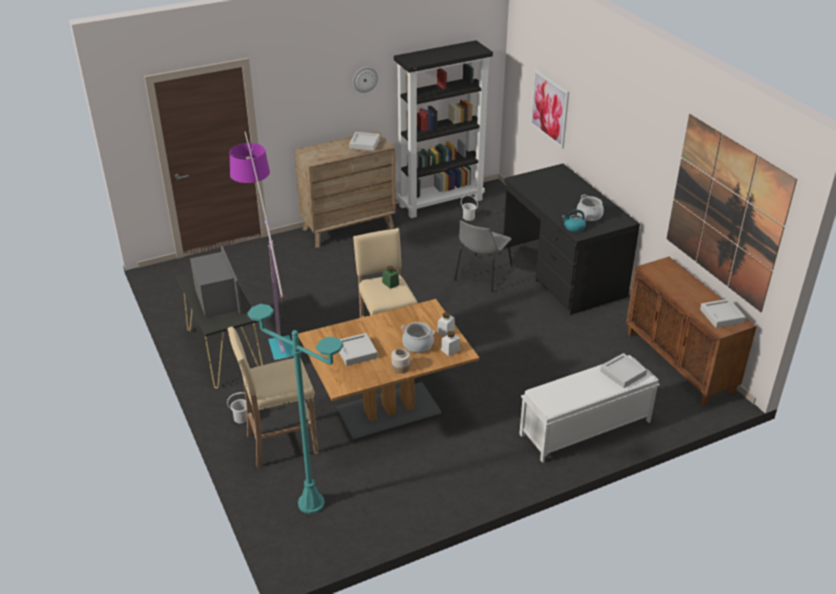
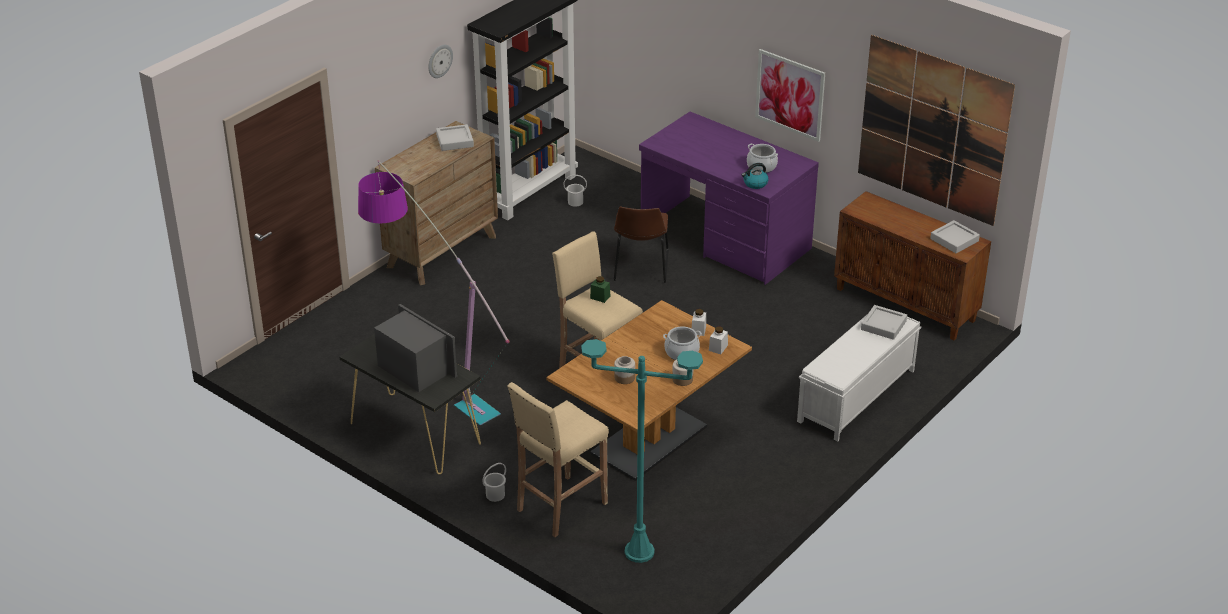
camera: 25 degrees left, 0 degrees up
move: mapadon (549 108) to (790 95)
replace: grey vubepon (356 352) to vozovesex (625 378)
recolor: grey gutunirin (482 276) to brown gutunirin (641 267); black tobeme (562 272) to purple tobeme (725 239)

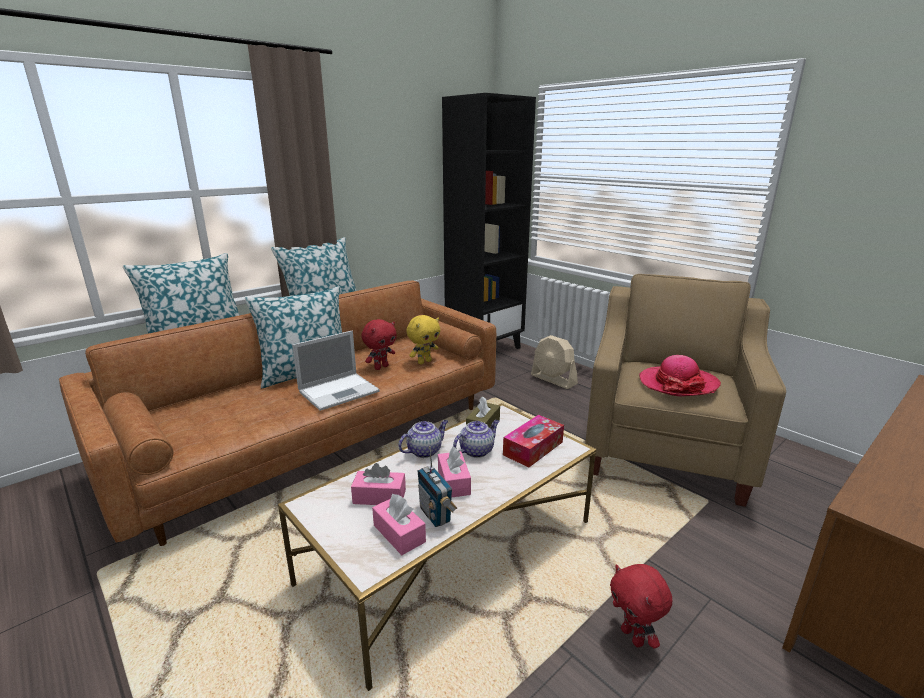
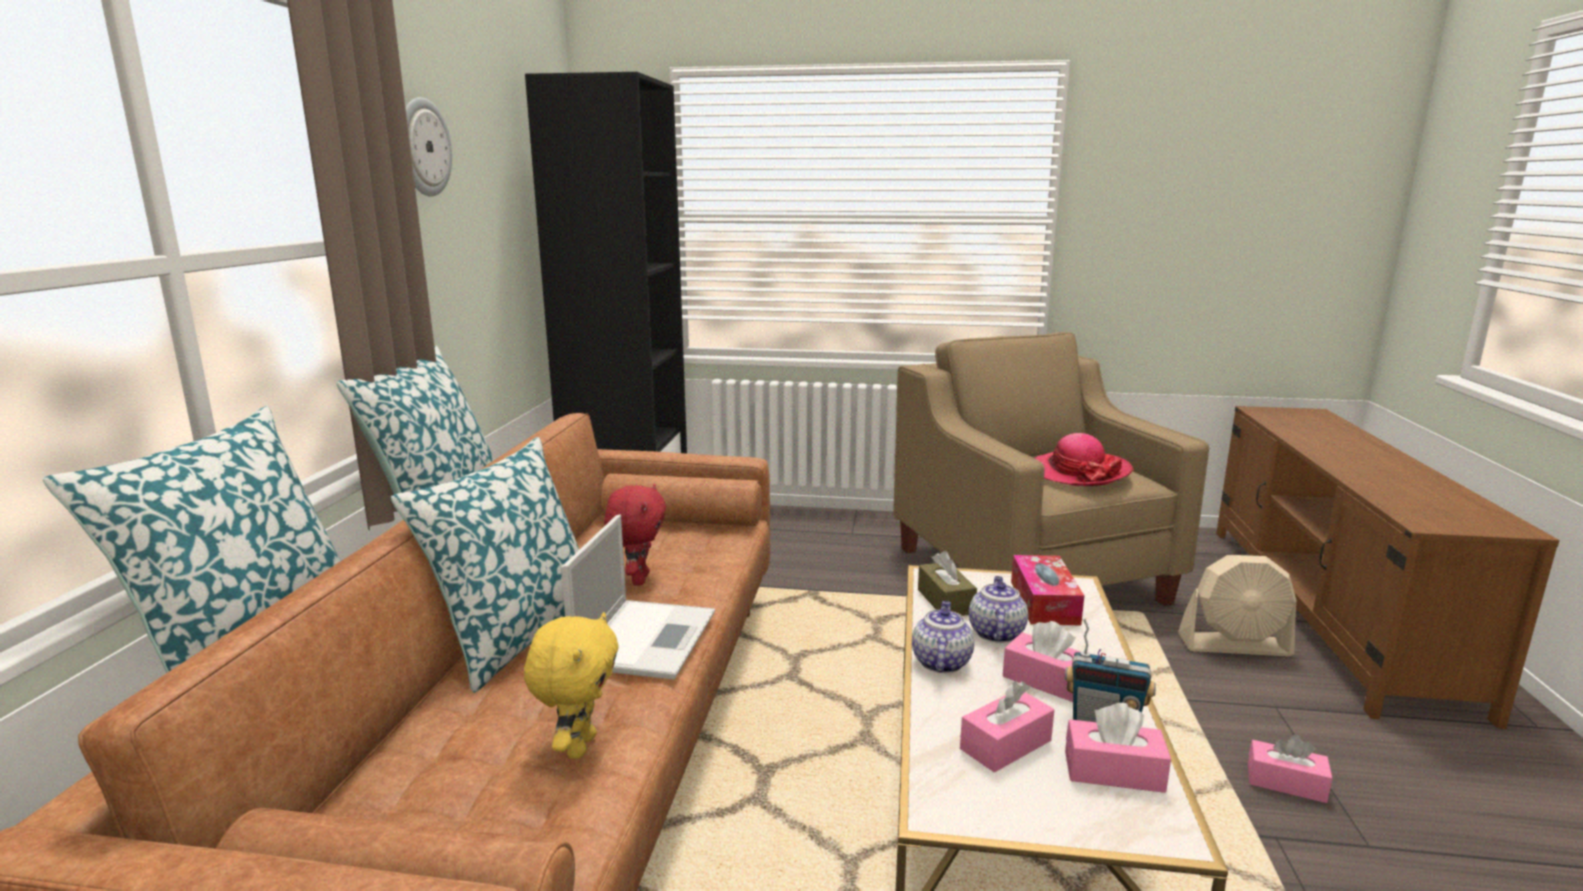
camera: 40 degrees left, 5 degrees down
insert: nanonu (423 147)
move: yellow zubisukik (424 362) to (579 746); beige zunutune (553 380) to (1235 645)
replace: red zubisukik (633 637) to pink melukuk (1286 783)

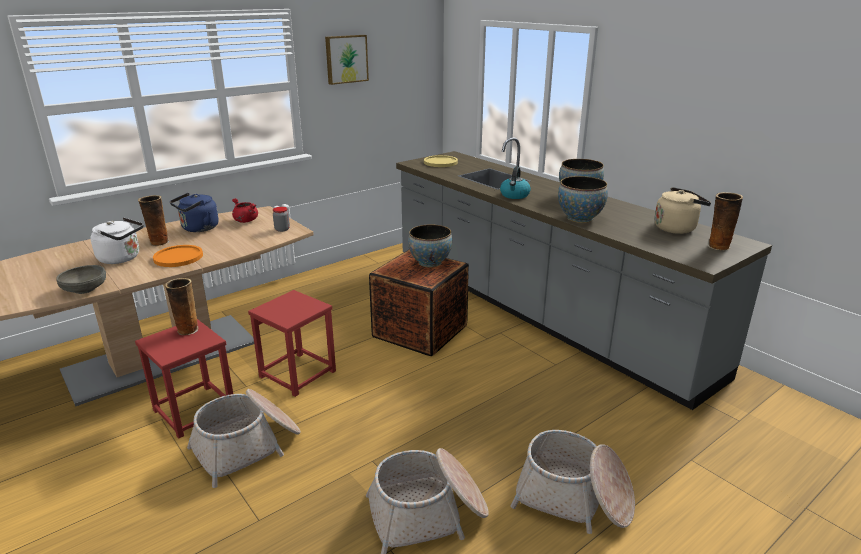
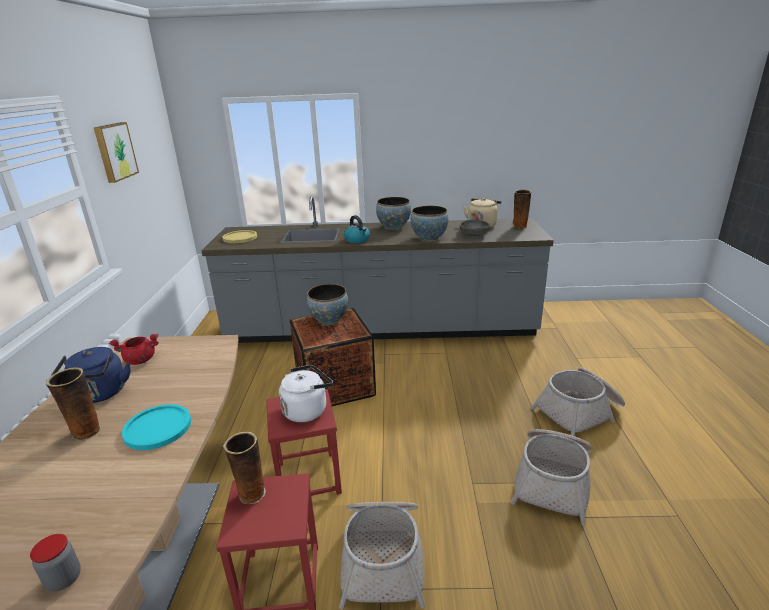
camera: 50 degrees left, 0 degrees up
move: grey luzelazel (85 289) to (474 235); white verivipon (122 258) to (307 410); vozovesex (282 229) to (64 579)
recolor: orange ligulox (178 257) to turquoise ligulox (158 428)

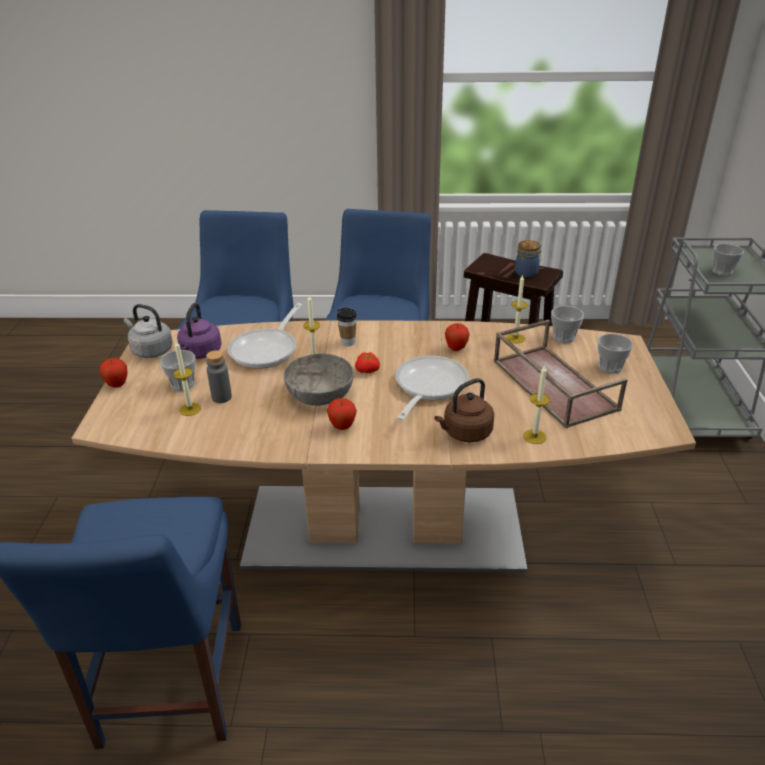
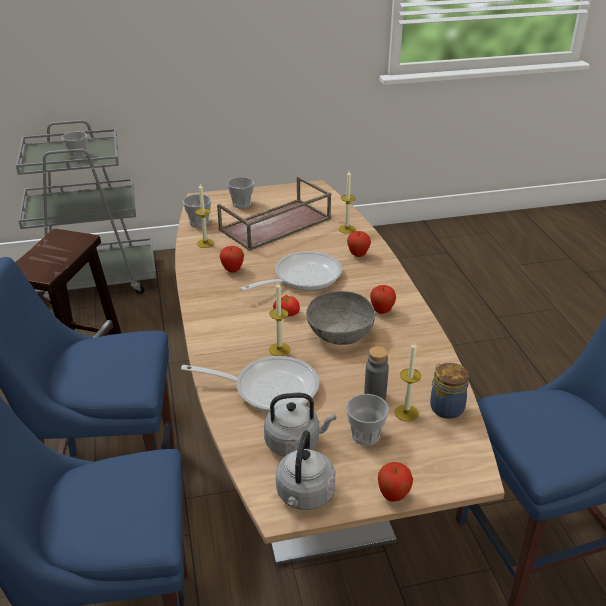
camera: 105 degrees left, 0 degrees up
delete: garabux (348 342)
move: vozovesex (527 273) to (445 407)
replace: brown verivipon (465 433) to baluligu (358 255)
recolor: purple verivipon (200 353) to grey verivipon (295 443)
rotate: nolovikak (428 387) = (302 277) 135 degrees clockwise

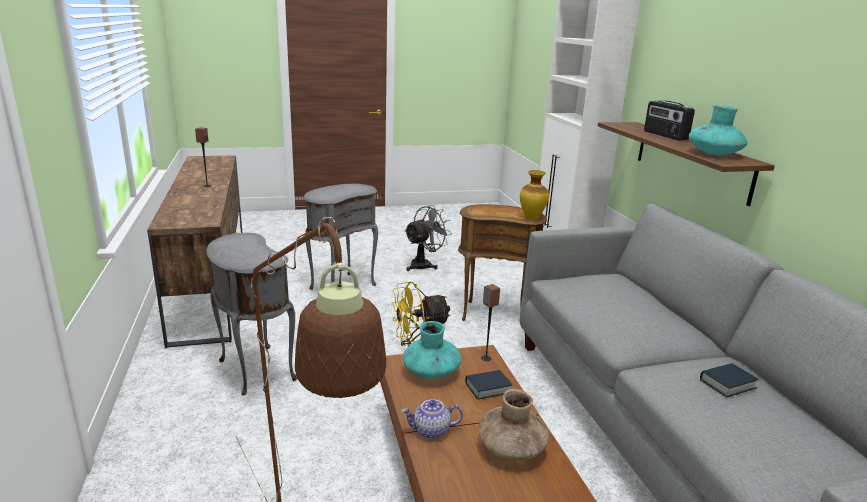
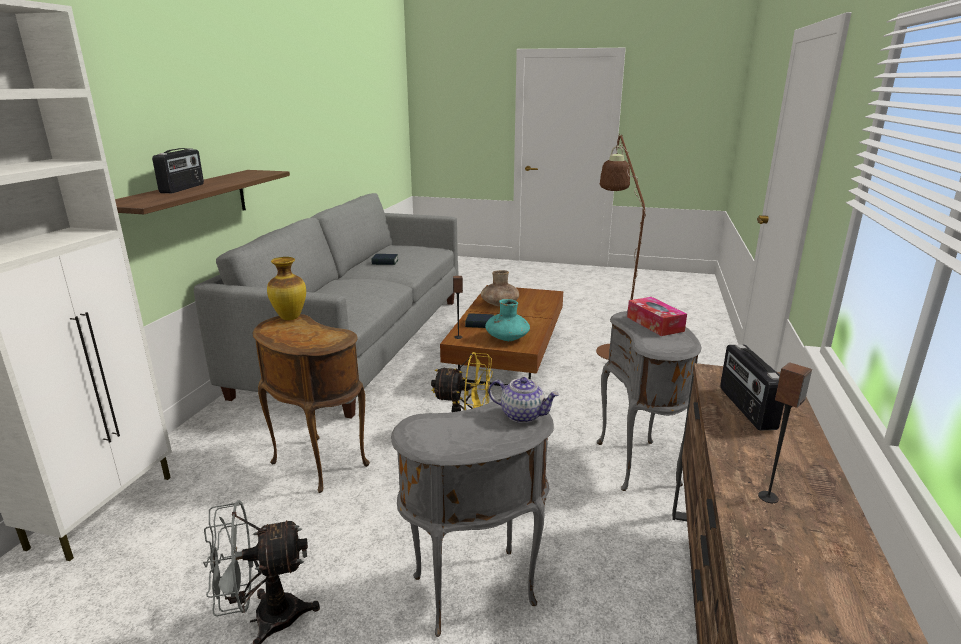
camera: 150 degrees left, 0 degrees up
delete: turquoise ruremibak (714 154)
insert: melukuk (655 324); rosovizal (745 408)
move: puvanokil (431 431) to (523 415)

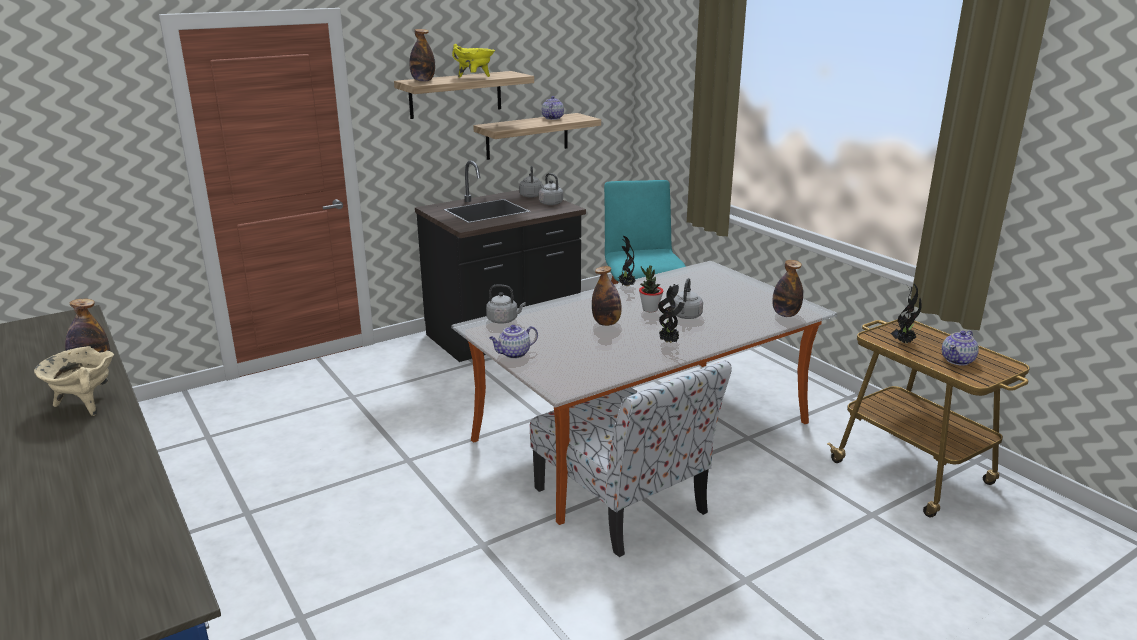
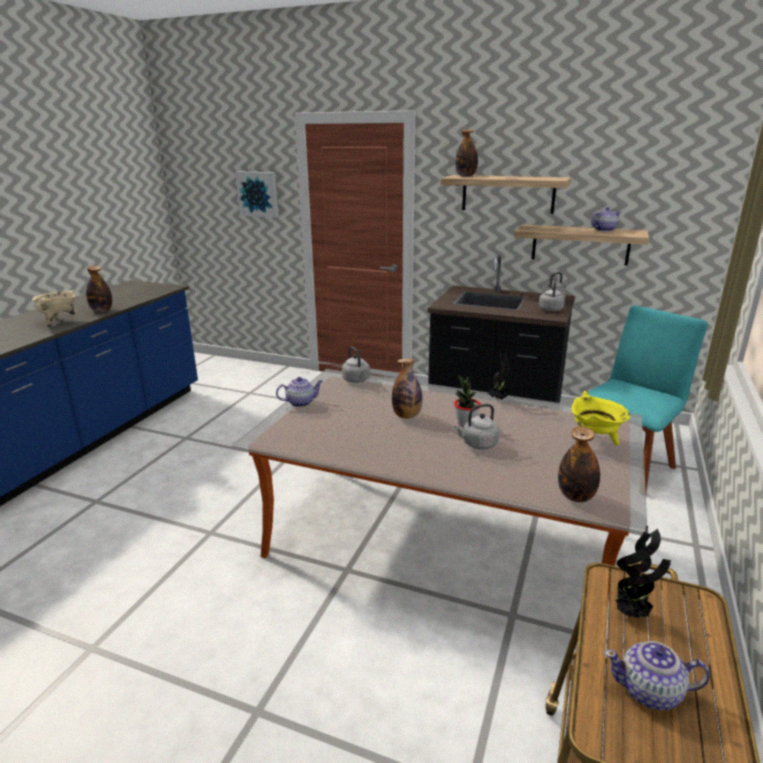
camera: 55 degrees right, 0 degrees up
delete: gutunirin (622 502); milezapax (669 342)
insert: mapadon (258 194)
move: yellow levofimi (474 78) to (594 441)
rotate: puvanokil (513 354) = (301 402) 135 degrees clockwise

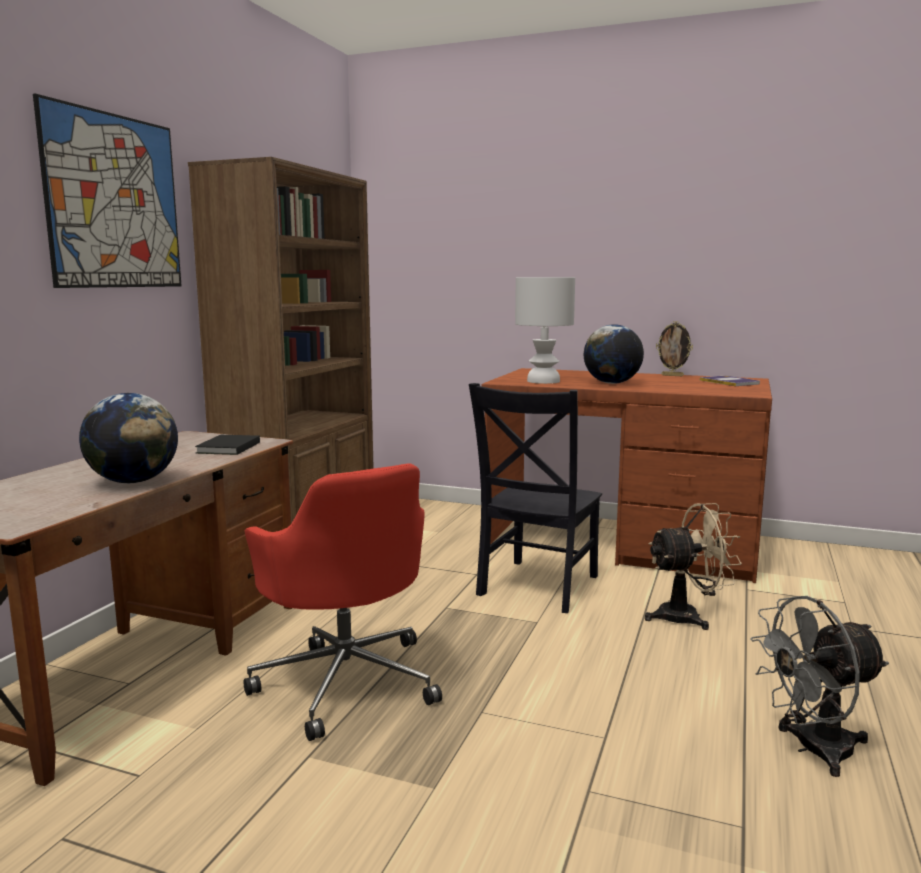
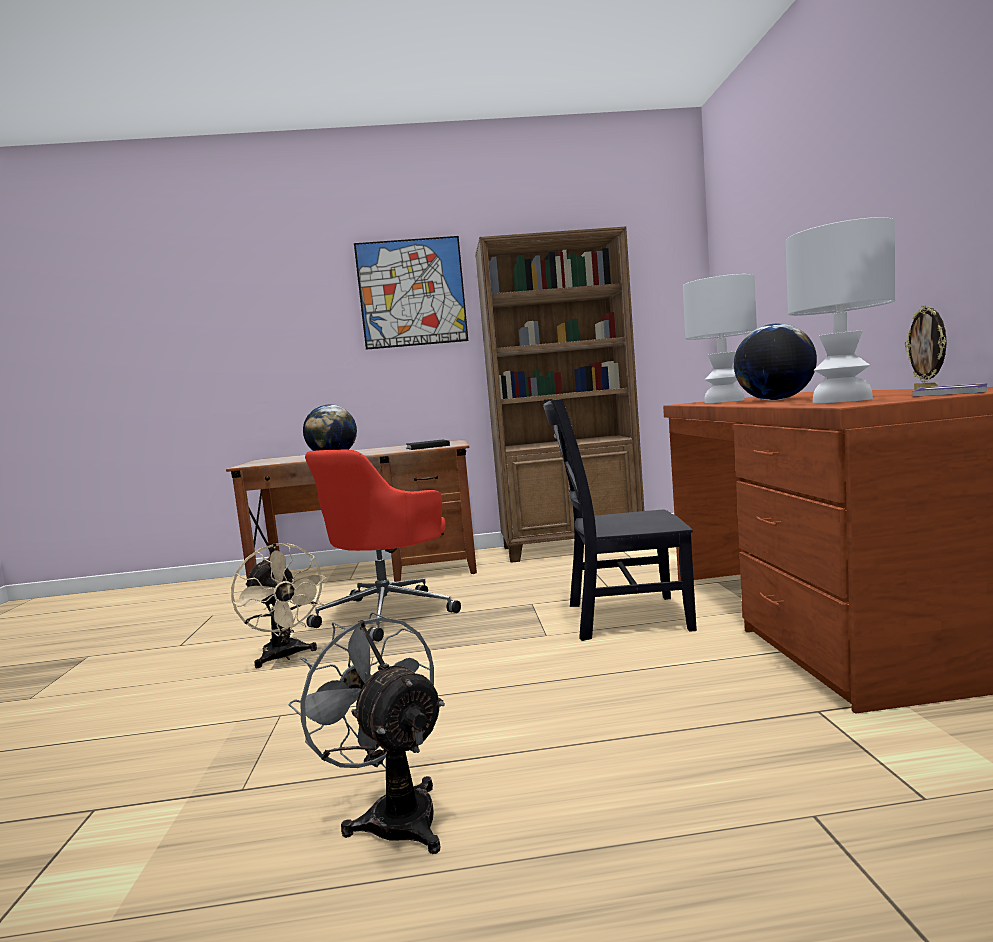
camera: 65 degrees right, 5 degrees down
insert: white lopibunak (843 400)
move: beige zunutune (688 616) to (285 657)

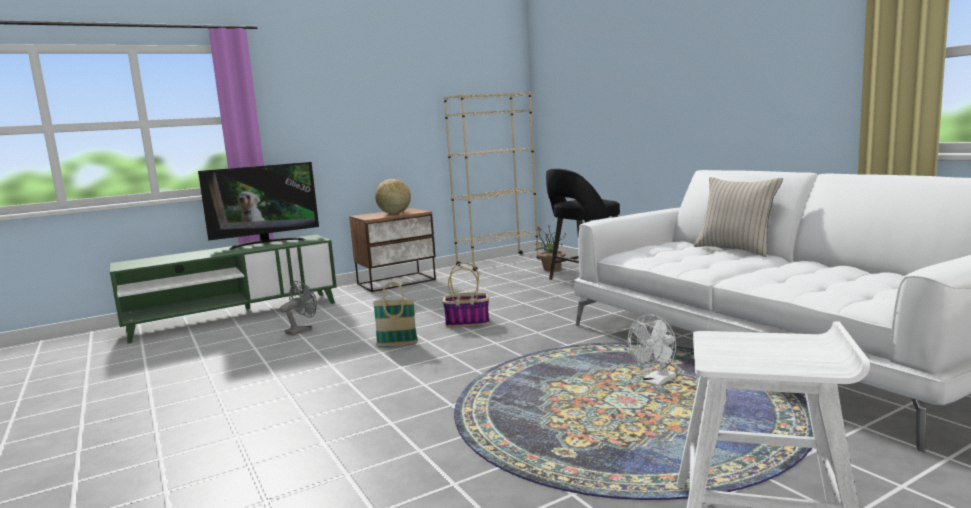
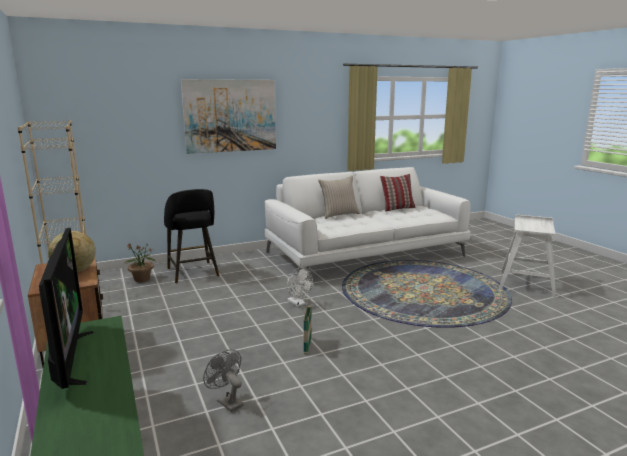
camera: 85 degrees left, 5 degrees up
delete: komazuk (468 322)
insert: mapadon (230 116); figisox (397 208)
move: white zunutune (656 382) to (298 303)

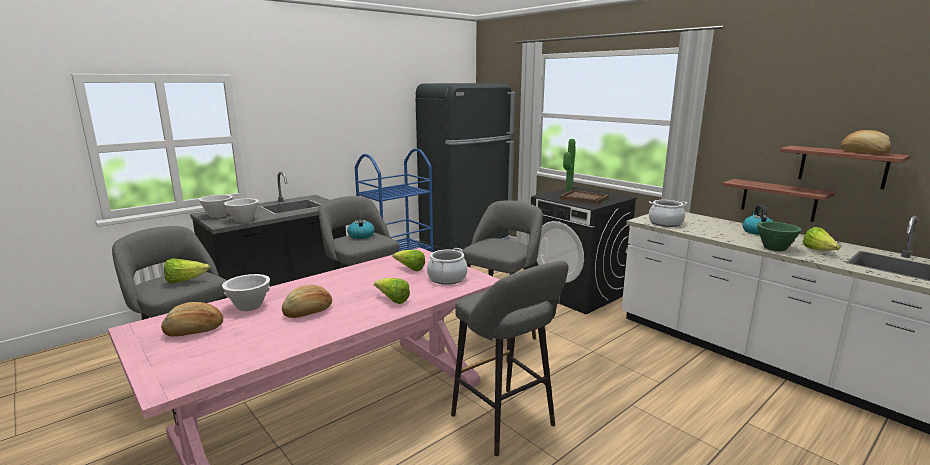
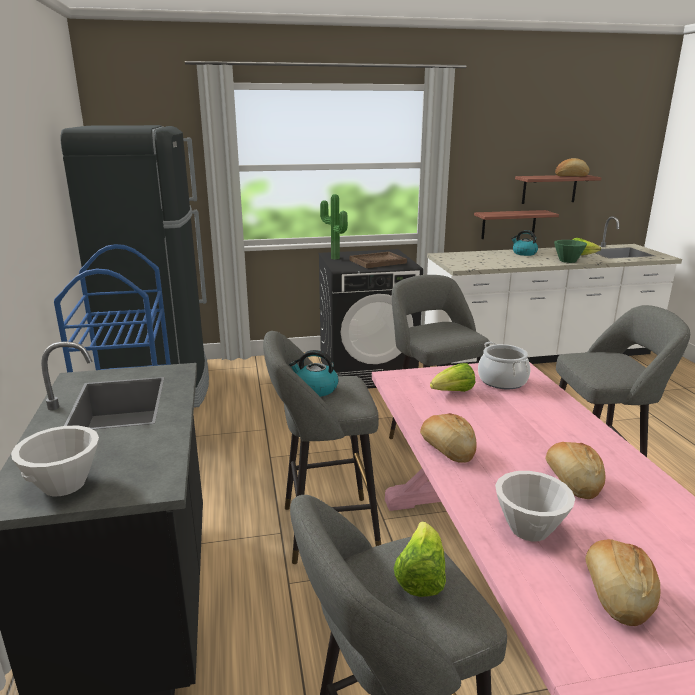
camera: 60 degrees left, 5 degrees up
delete: white luzelazel (244 220); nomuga (393 300); levofimi (665 223)
insert: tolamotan (447 449)

